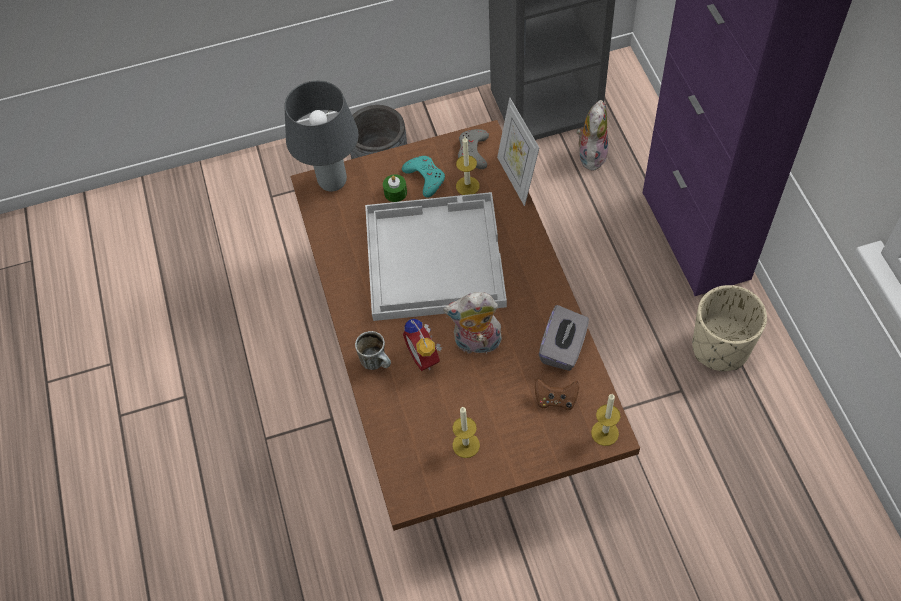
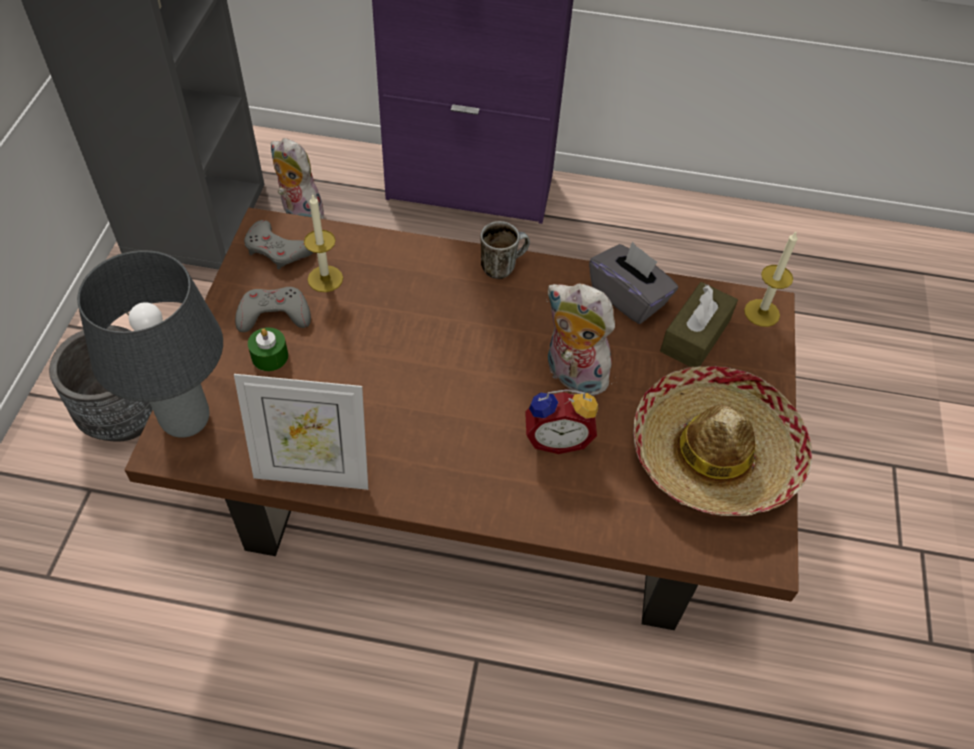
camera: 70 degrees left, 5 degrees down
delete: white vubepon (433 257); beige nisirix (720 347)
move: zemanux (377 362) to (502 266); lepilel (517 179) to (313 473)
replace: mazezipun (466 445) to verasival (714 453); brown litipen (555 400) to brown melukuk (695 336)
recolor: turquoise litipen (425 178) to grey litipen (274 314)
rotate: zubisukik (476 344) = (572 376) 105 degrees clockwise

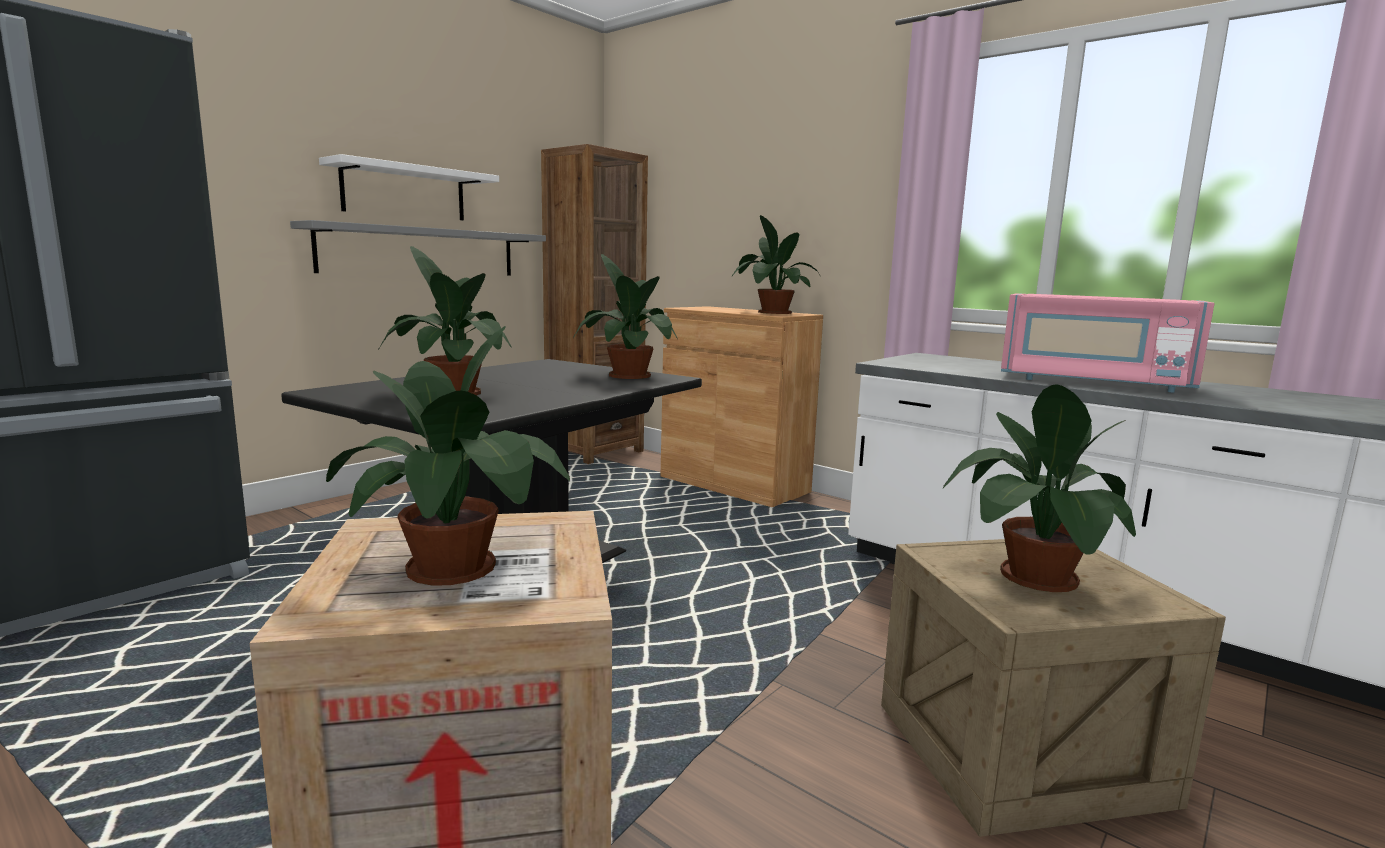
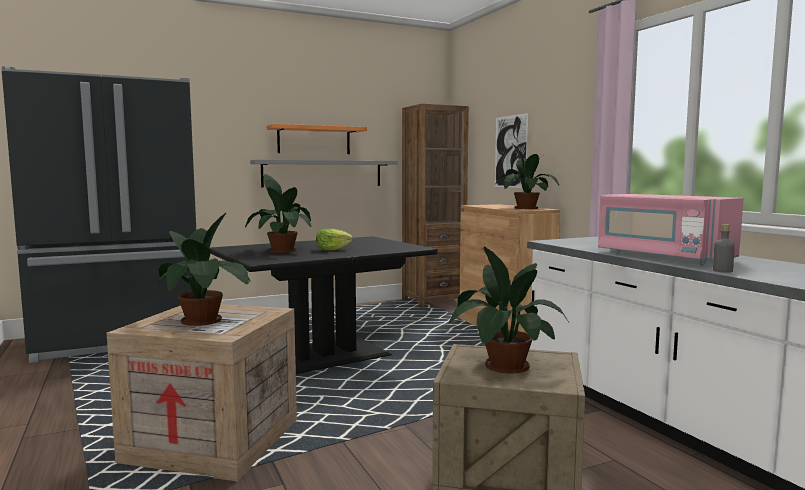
camera: 25 degrees right, 5 degrees down
delete: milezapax (627 375)
insert: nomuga (332 249); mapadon (510 151); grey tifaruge (722 271)
recolor: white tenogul (404 192) to orange tenogul (314 140)

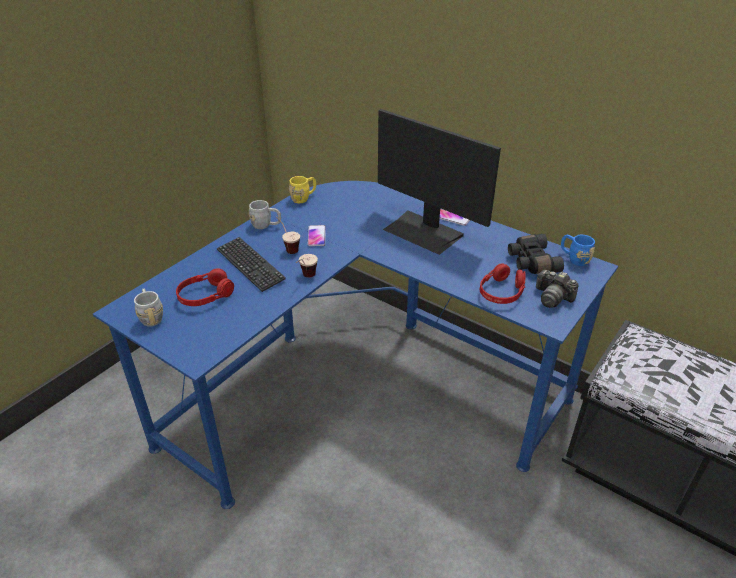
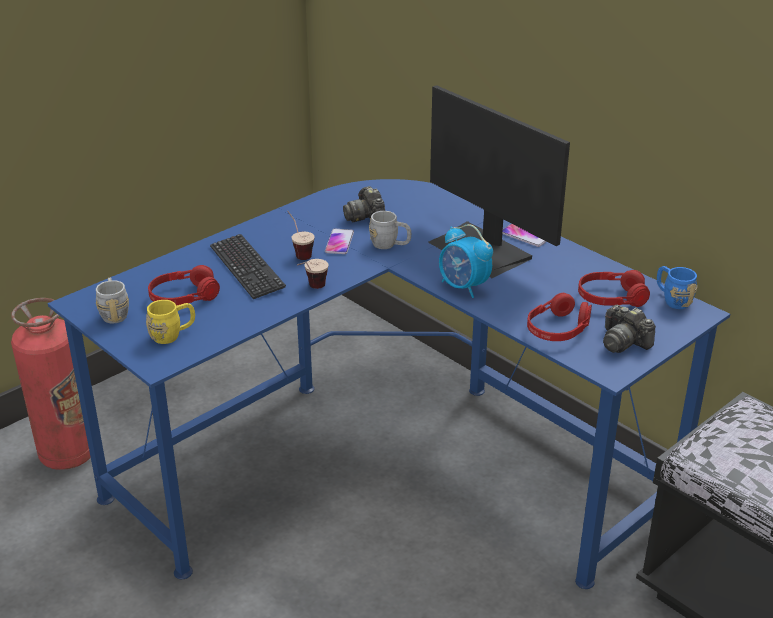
camera: 10 degrees right, 5 degrees down
insert: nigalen (68 454); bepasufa (366 217); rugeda (463 287)
move: grey zemanux (266 225) to (390 245); yellow zemanux (304 198) to (172 335)
replace: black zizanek (531 262) to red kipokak (611 298)

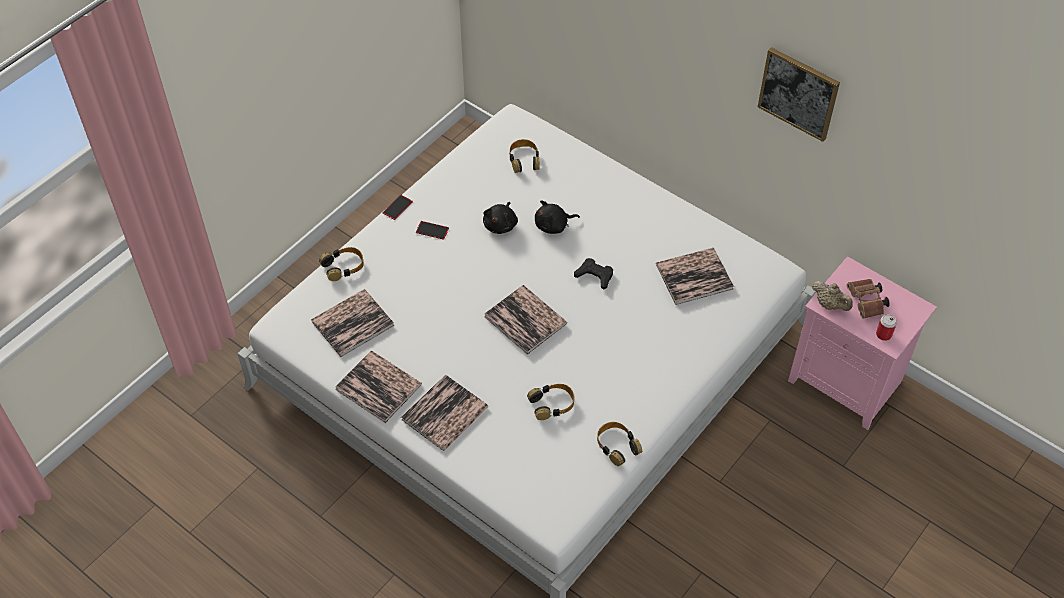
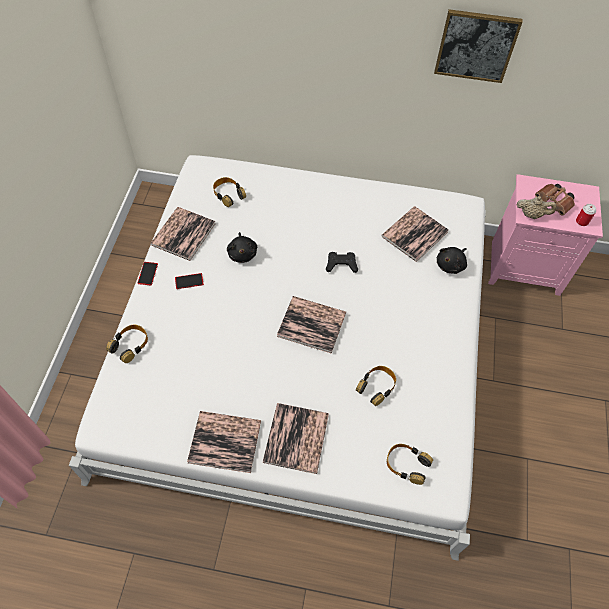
camera: 30 degrees left, 5 degrees up
move: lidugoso (352 323) to (183 234); black zubisukik (553 225) to (451 265); kipokak (617 446) to (407 464)

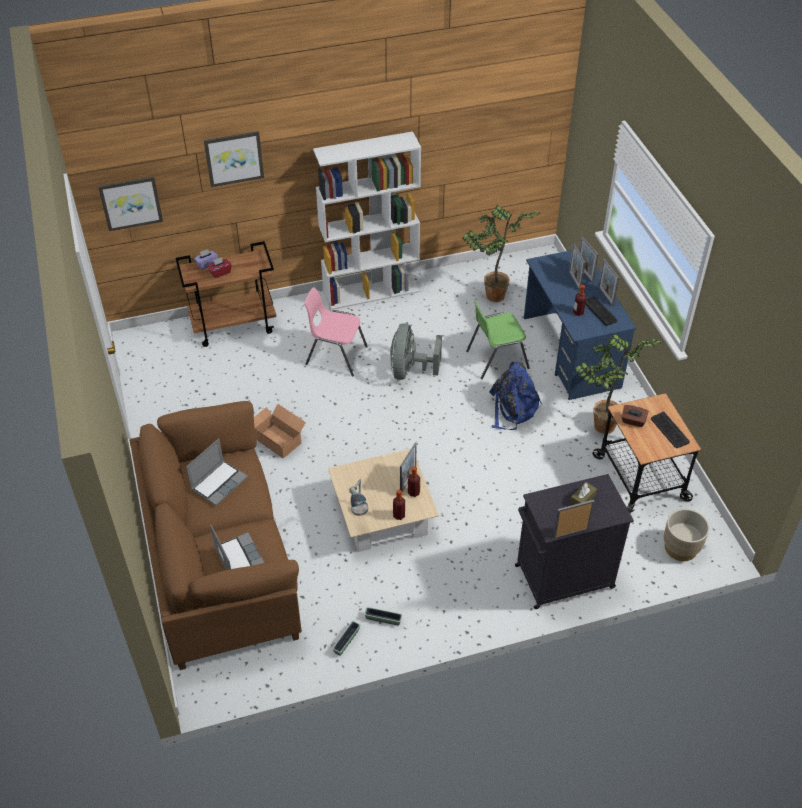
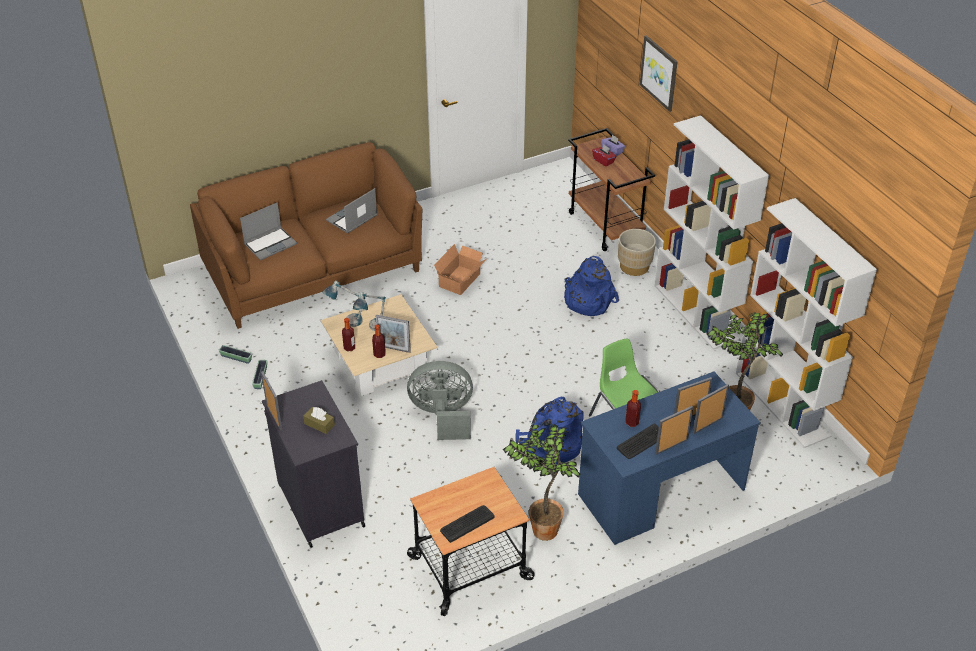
camera: 80 degrees right, 5 degrees down
delete: mapadon (131 203); brown melukuk (633 421)
insert: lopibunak (372 329); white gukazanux (783 404)
move: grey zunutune (410 370) to (443 416); beige nisirix (681 548) to (634 267)
replace: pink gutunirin (335 355) to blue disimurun (587 300)
rotate: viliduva (219 483) = (352 219) 105 degrees clockwise

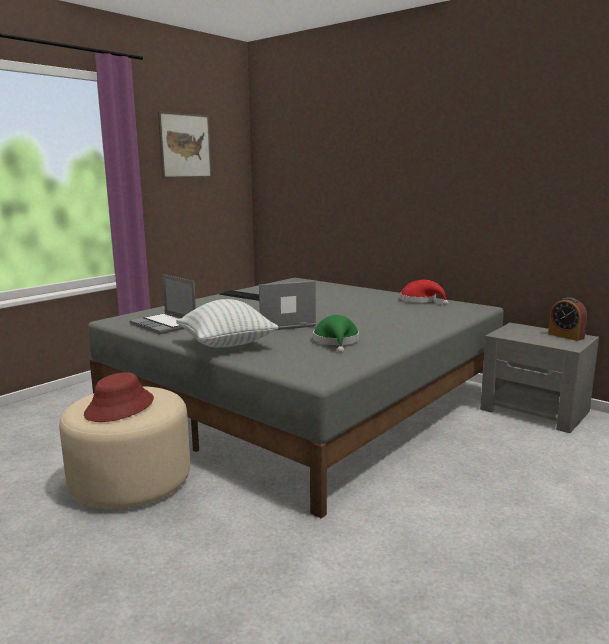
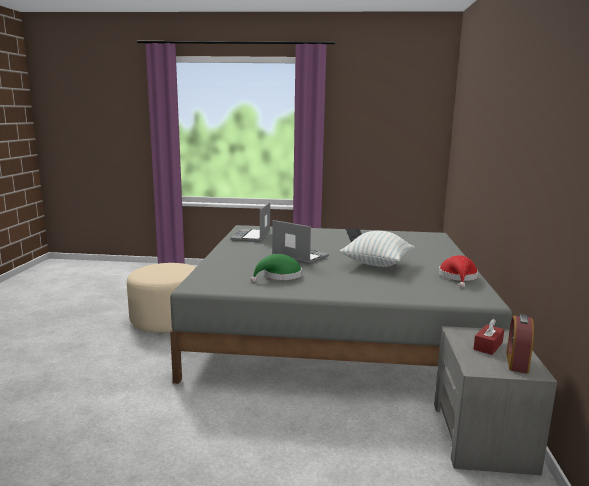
camera: 55 degrees right, 0 degrees up
delete: red verasival (120 407); mapadon (185 146)
insert: red melukuk (488 346)
move: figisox (227 345) to (376 265)

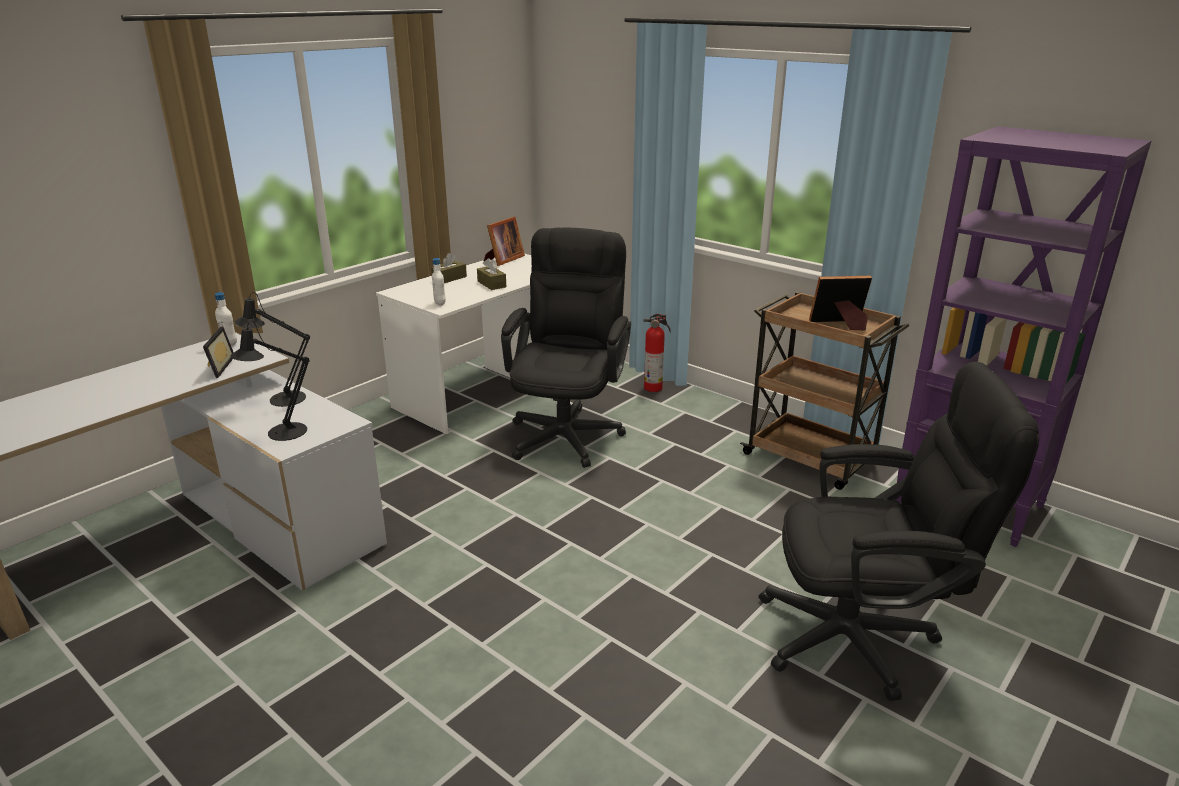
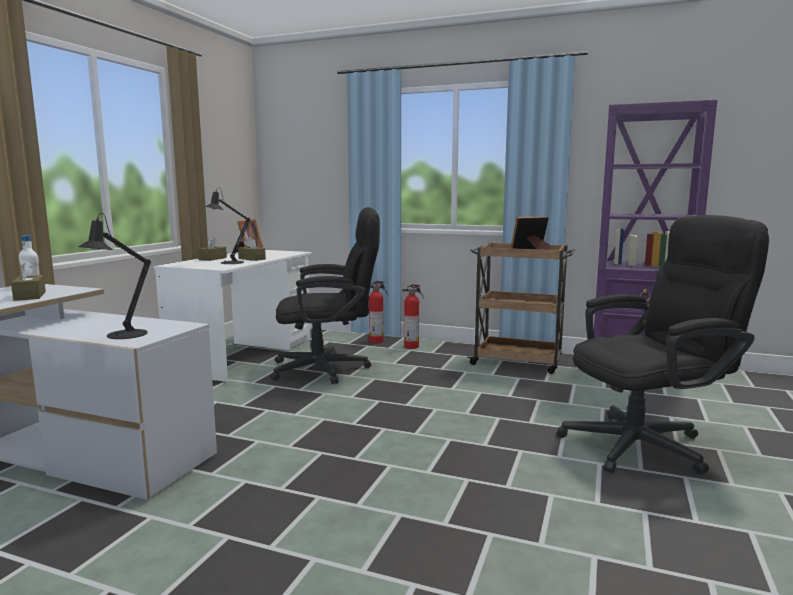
camera: 20 degrees left, 15 degrees down
delete: white tifaruge (440 303)
insert: nigalen (412 346)
move: black lopibunak (282 399) to (228 263)
replace: lepilel (217 367) to brown melukuk (30 296)
rotate: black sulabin (568 431) = (329 369) 90 degrees clockwise

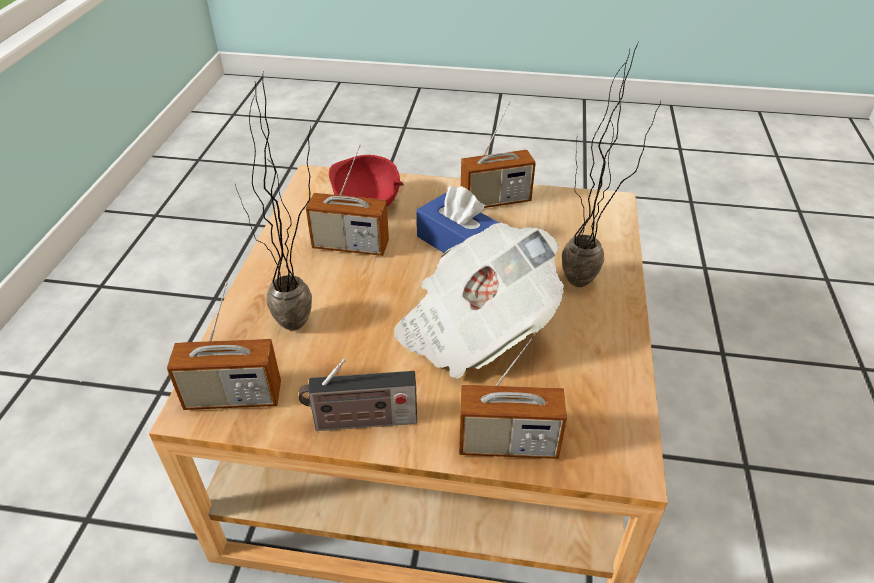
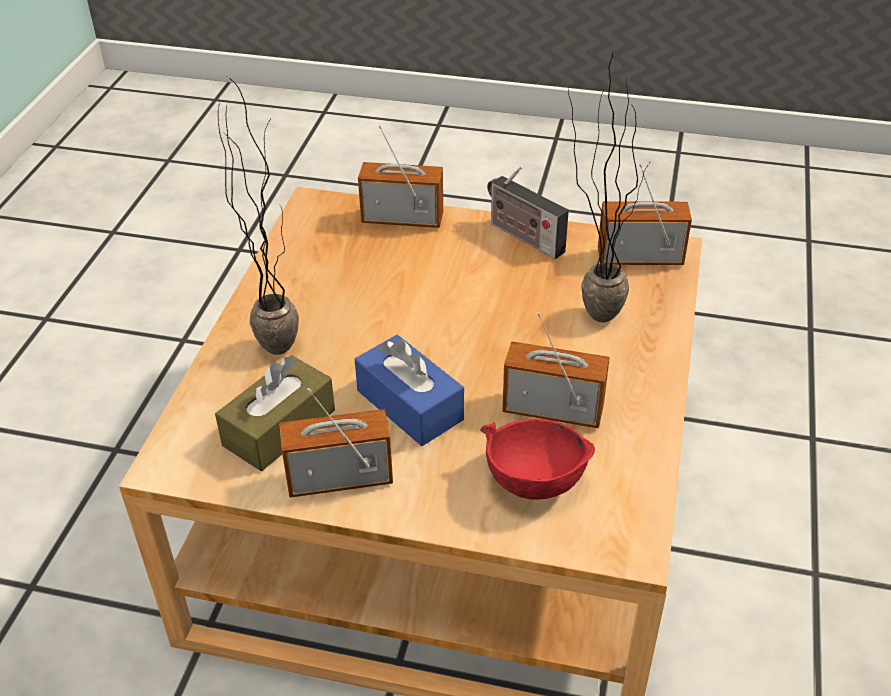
camera: 175 degrees left, 0 degrees up
delete: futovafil (474 328)
insert: brown melukuk (279 428)
rotate: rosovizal (361 422) = (522 236) 135 degrees counterclockwise

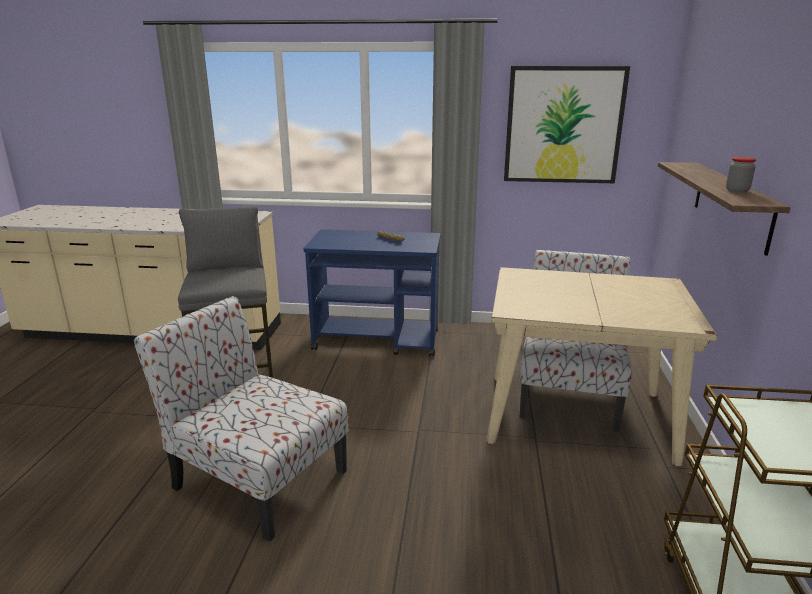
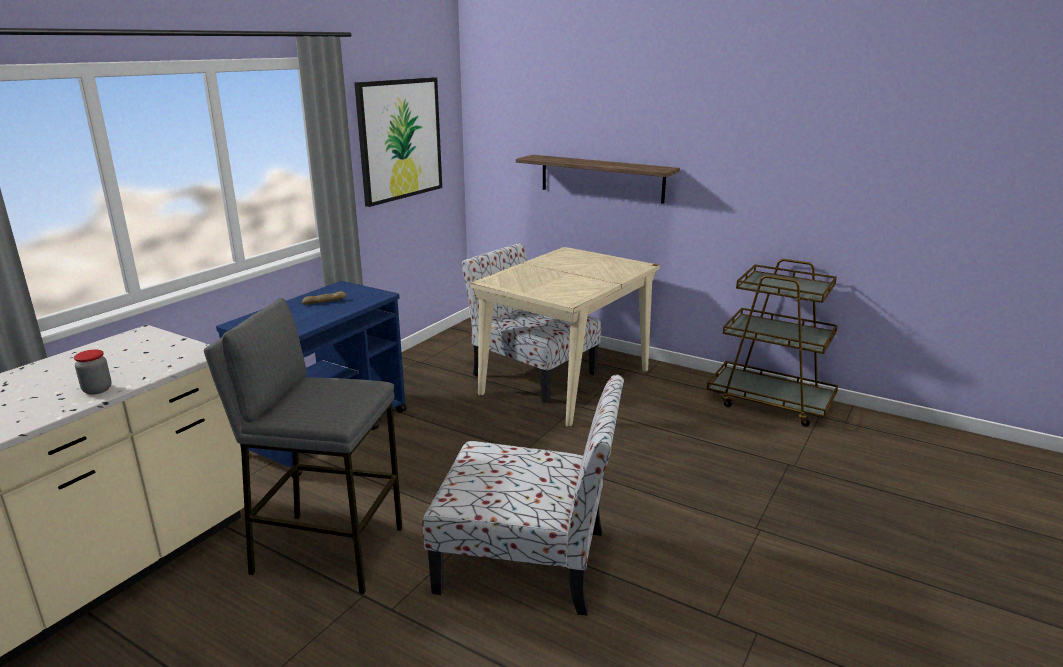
camera: 65 degrees left, 0 degrees up
move: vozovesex (737 190) to (97 390)
rotate: gutunirin (257 478) = (527 561) 135 degrees counterclockwise

